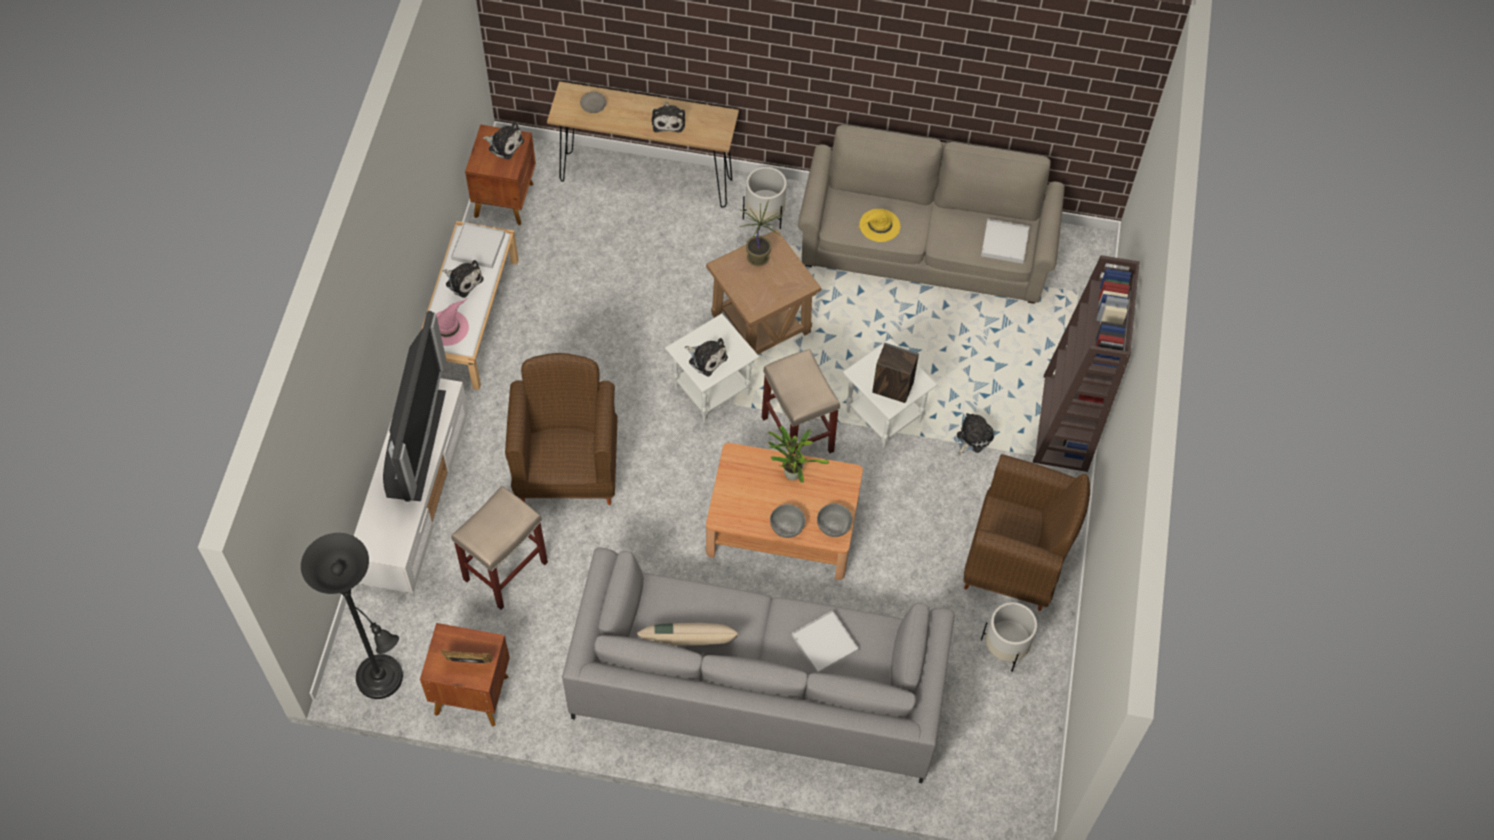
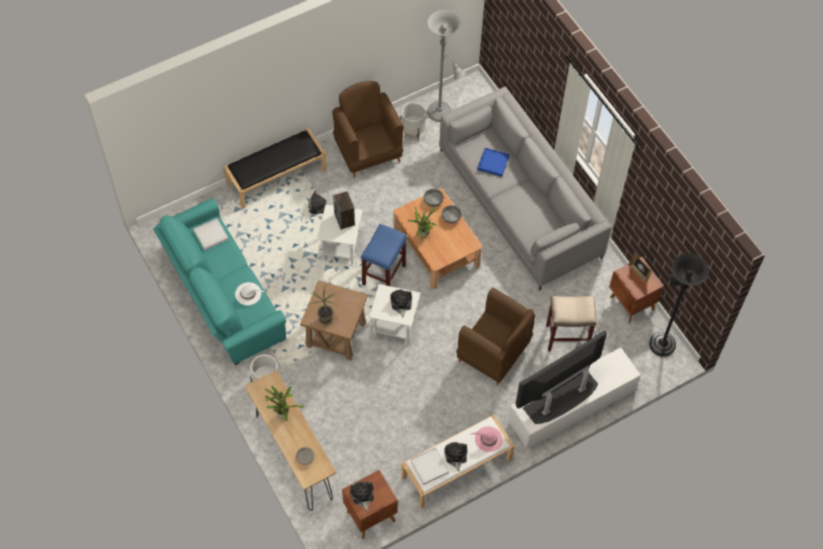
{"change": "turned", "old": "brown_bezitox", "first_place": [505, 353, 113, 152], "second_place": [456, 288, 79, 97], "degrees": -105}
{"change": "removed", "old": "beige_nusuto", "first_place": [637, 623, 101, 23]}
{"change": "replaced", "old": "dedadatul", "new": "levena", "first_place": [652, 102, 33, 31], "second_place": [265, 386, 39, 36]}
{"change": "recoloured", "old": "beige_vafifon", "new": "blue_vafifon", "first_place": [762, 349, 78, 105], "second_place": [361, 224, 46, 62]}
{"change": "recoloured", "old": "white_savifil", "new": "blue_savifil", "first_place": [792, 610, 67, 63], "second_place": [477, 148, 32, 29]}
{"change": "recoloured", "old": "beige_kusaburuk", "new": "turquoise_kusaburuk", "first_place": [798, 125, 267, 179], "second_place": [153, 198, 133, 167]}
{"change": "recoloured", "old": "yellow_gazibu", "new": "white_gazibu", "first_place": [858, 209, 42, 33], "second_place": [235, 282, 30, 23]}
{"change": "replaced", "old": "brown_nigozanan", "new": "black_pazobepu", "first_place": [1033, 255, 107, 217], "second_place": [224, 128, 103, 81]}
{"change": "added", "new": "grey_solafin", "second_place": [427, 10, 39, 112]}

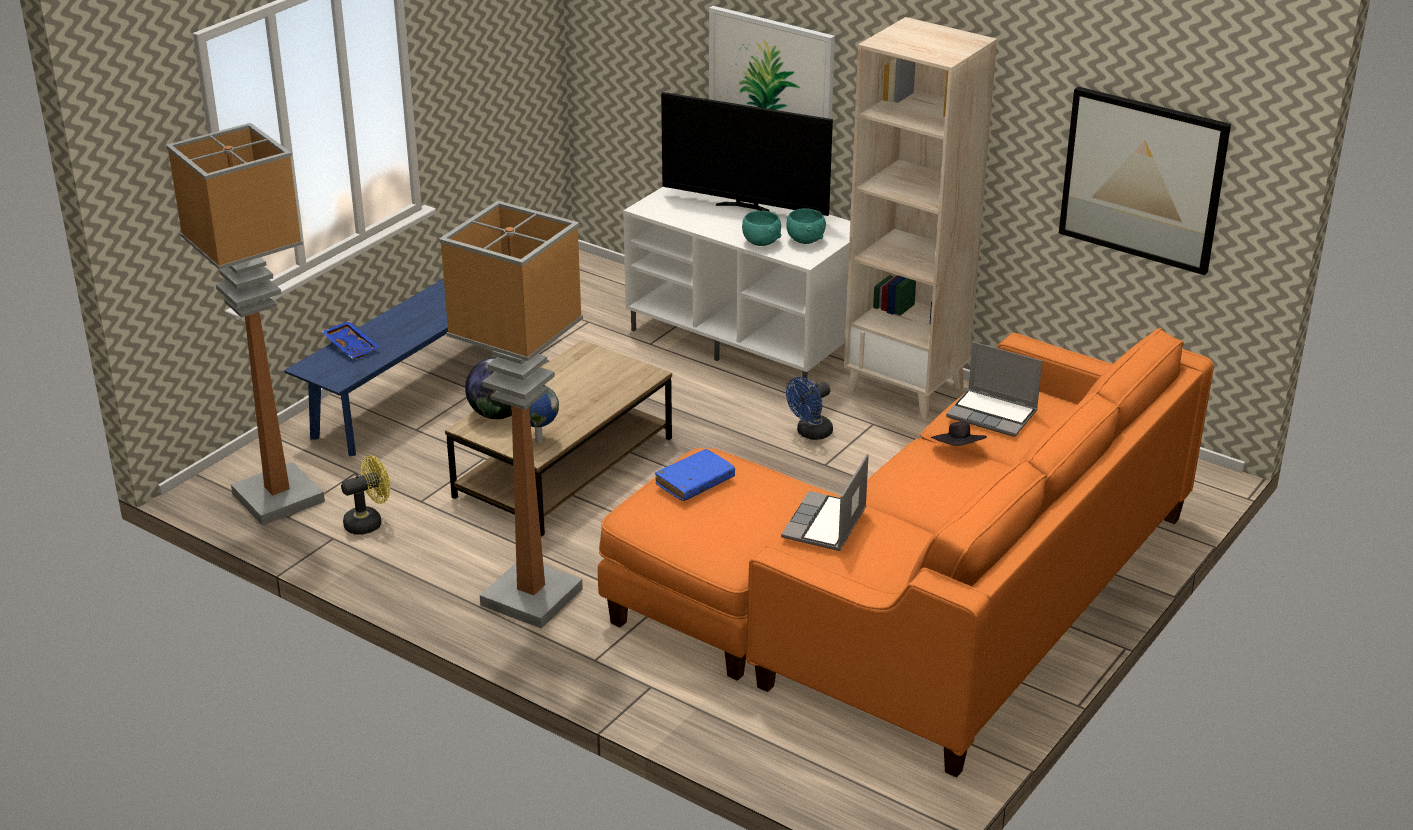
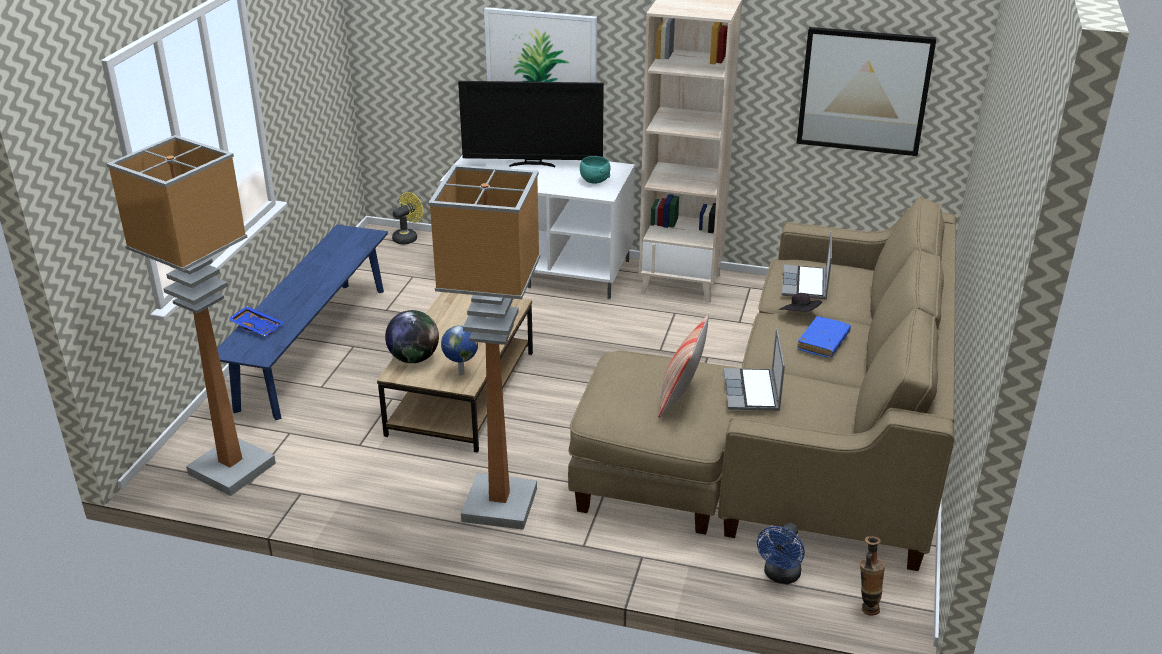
{"change": "moved", "old": "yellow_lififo", "first_place": [341, 456, 49, 79], "second_place": [392, 192, 32, 53]}
{"change": "recoloured", "old": "orange_kusaburuk", "new": "beige_kusaburuk", "first_place": [598, 328, 616, 450], "second_place": [568, 196, 389, 375]}
{"change": "moved", "old": "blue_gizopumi", "first_place": [655, 449, 80, 52], "second_place": [797, 316, 54, 42]}
{"change": "removed", "old": "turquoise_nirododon", "first_place": [742, 211, 39, 35]}
{"change": "moved", "old": "blue_lififo", "first_place": [786, 377, 47, 63], "second_place": [757, 523, 48, 61]}
{"change": "turned", "old": "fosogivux", "first_place": [946, 342, 96, 95], "second_place": [782, 231, 50, 68], "degrees": 90}
{"change": "added", "new": "nusuto", "second_place": [658, 314, 51, 104]}
{"change": "added", "new": "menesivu", "second_place": [860, 536, 25, 80]}

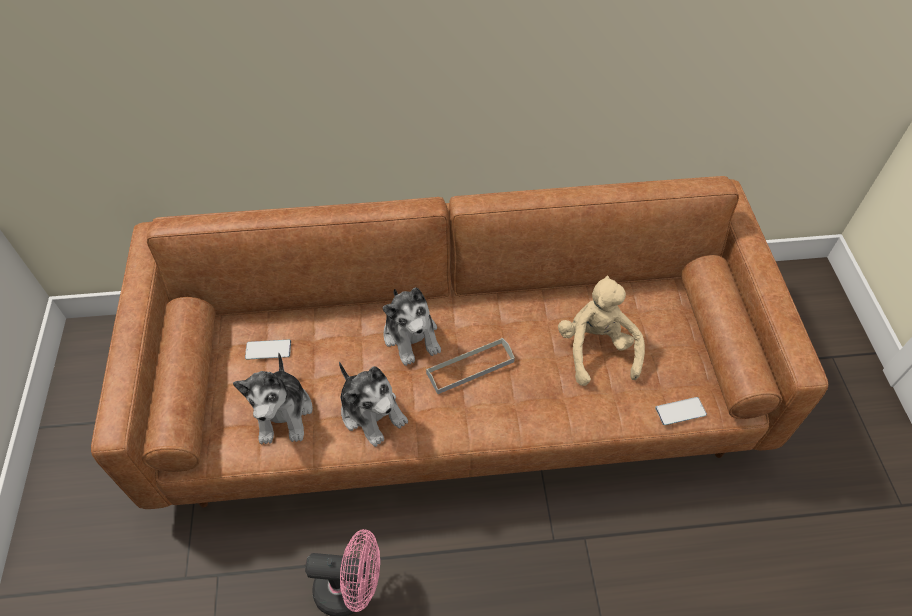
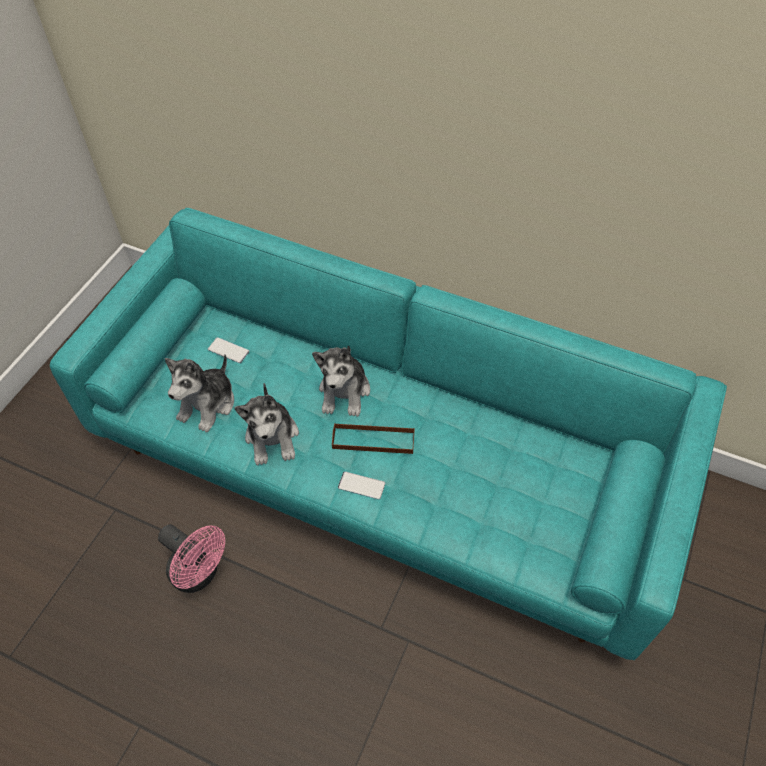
{"change": "recoloured", "old": "brown_kusaburuk", "new": "turquoise_kusaburuk", "first_place": [91, 176, 737, 333], "second_place": [50, 208, 677, 452]}
{"change": "recoloured", "old": "grey_savifil", "new": "brown_savifil", "first_place": [426, 338, 89, 56], "second_place": [332, 423, 83, 31]}
{"change": "removed", "old": "beige_dedadatul", "first_place": [558, 276, 87, 110]}
{"change": "moved", "old": "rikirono", "first_place": [655, 397, 52, 28], "second_place": [338, 471, 47, 28]}

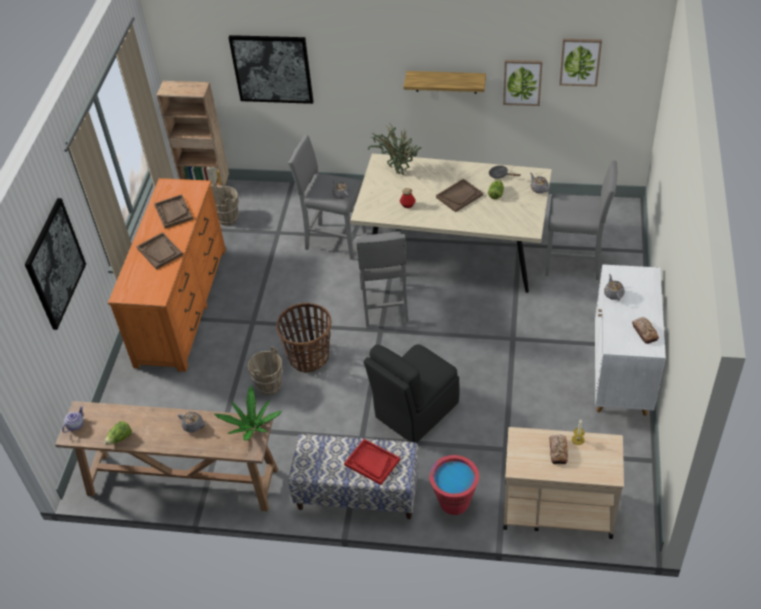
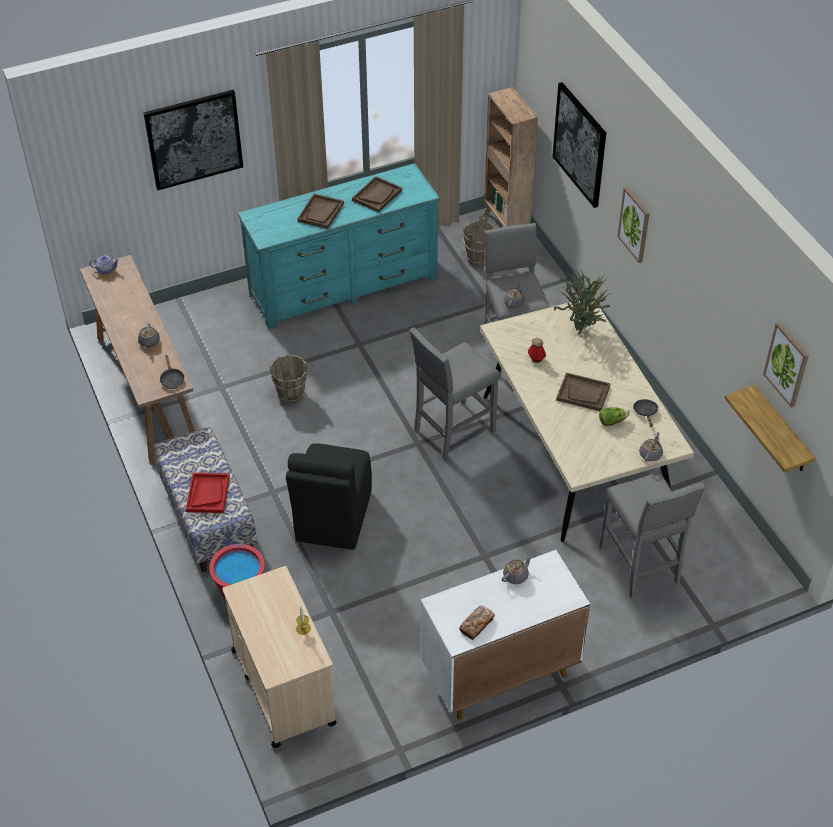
{"change": "removed", "old": "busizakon", "first_place": [104, 421, 28, 24]}
{"change": "recoloured", "old": "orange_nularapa", "new": "turquoise_nularapa", "first_place": [108, 178, 118, 194], "second_place": [237, 163, 203, 166]}
{"change": "replaced", "old": "levena", "new": "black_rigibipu", "first_place": [215, 385, 67, 56], "second_place": [160, 355, 24, 34]}
{"change": "removed", "old": "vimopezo", "first_place": [276, 303, 55, 70]}
{"change": "turned", "old": "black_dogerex", "first_place": [364, 344, 96, 99], "second_place": [286, 443, 86, 107], "degrees": -90}
{"change": "moved", "old": "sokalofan", "first_place": [403, 71, 83, 23], "second_place": [725, 385, 91, 87]}
{"change": "moved", "old": "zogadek", "first_place": [503, 60, 40, 46], "second_place": [617, 187, 33, 76]}
{"change": "removed", "old": "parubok", "first_place": [549, 435, 19, 29]}

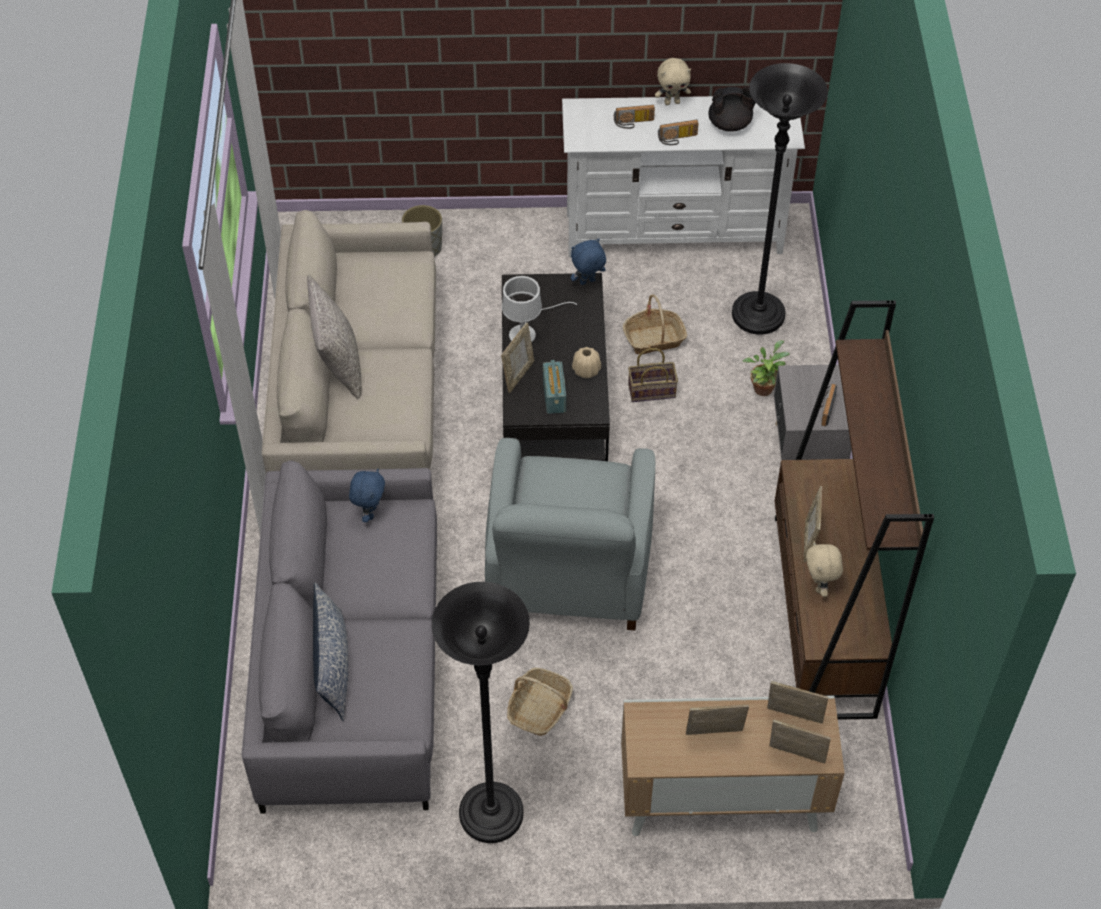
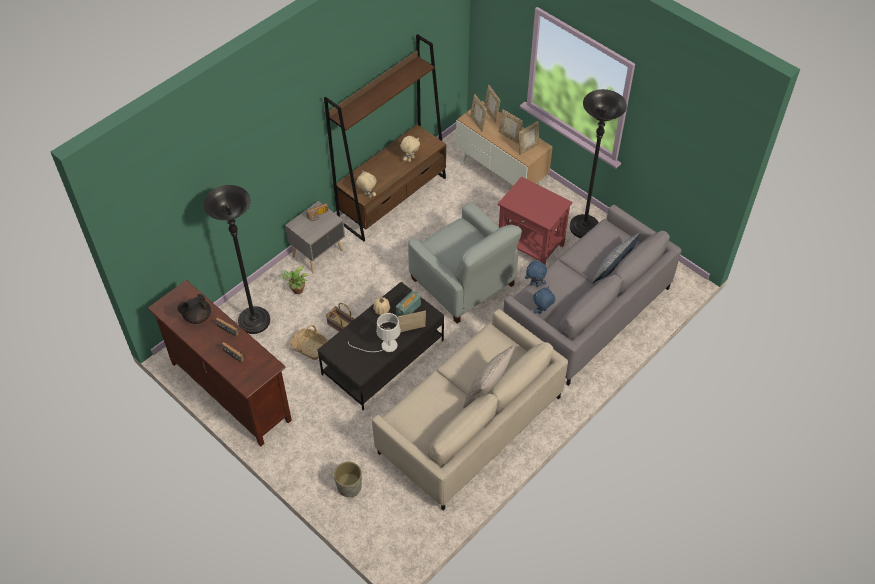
{"change": "turned", "old": "grey_bezitox", "first_place": [485, 438, 170, 192], "second_place": [408, 203, 114, 120], "degrees": 90}
{"change": "replaced", "old": "vimopezo", "new": "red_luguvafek", "first_place": [507, 668, 66, 68], "second_place": [498, 177, 74, 88]}
{"change": "recoloured", "old": "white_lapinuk", "new": "brown_lapinuk", "first_place": [562, 96, 243, 161], "second_place": [147, 280, 145, 166]}
{"change": "moved", "old": "blue_dedadatul", "first_place": [571, 238, 35, 47], "second_place": [525, 261, 22, 26]}
{"change": "moved", "old": "beige_dedadatul", "first_place": [655, 58, 36, 47], "second_place": [356, 171, 21, 27]}
{"change": "turned", "old": "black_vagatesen", "first_place": [709, 87, 46, 45], "second_place": [177, 294, 34, 30], "degrees": -75}
{"change": "moved", "old": "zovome", "first_place": [803, 486, 19, 77], "second_place": [519, 121, 20, 34]}

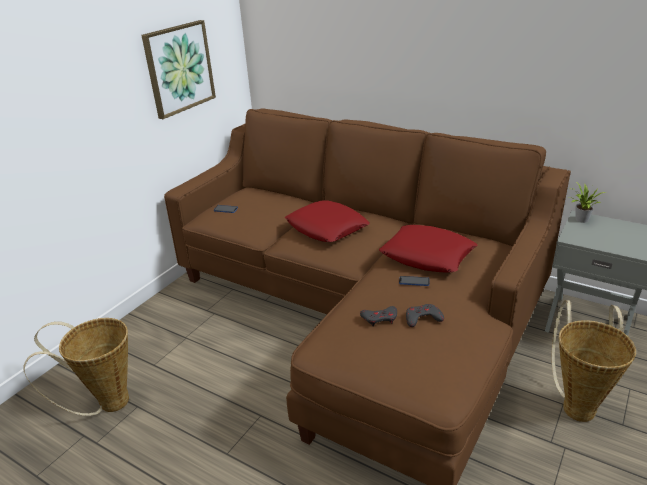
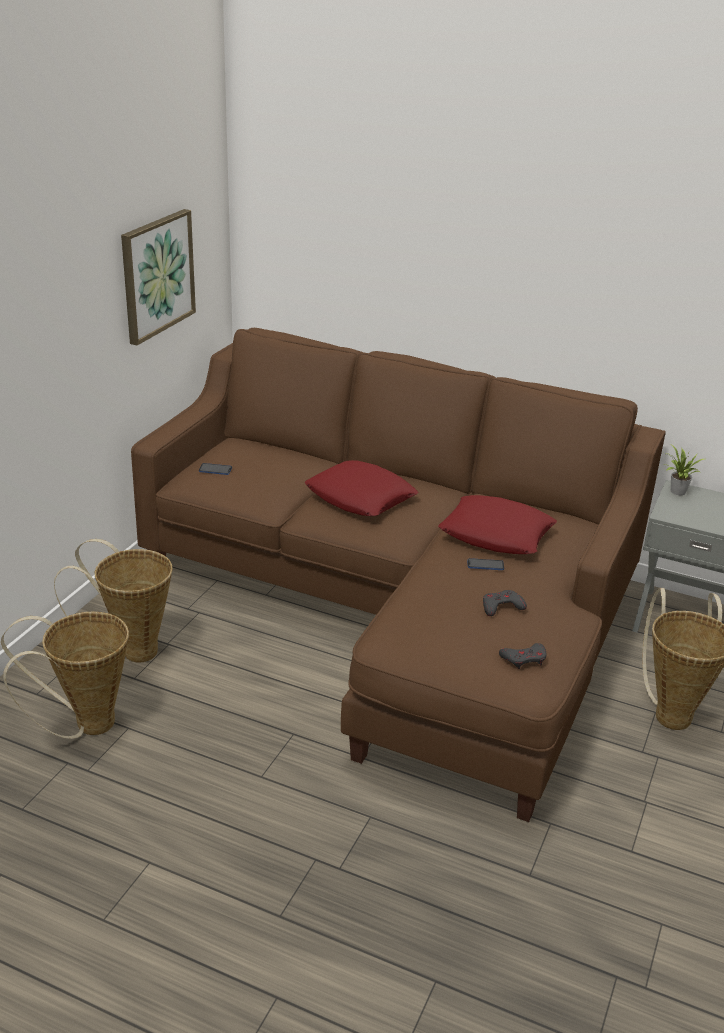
{"change": "moved", "old": "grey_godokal", "first_place": [360, 306, 37, 21], "second_place": [499, 643, 47, 26]}
{"change": "added", "new": "vimopezo", "second_place": [54, 539, 119, 123]}

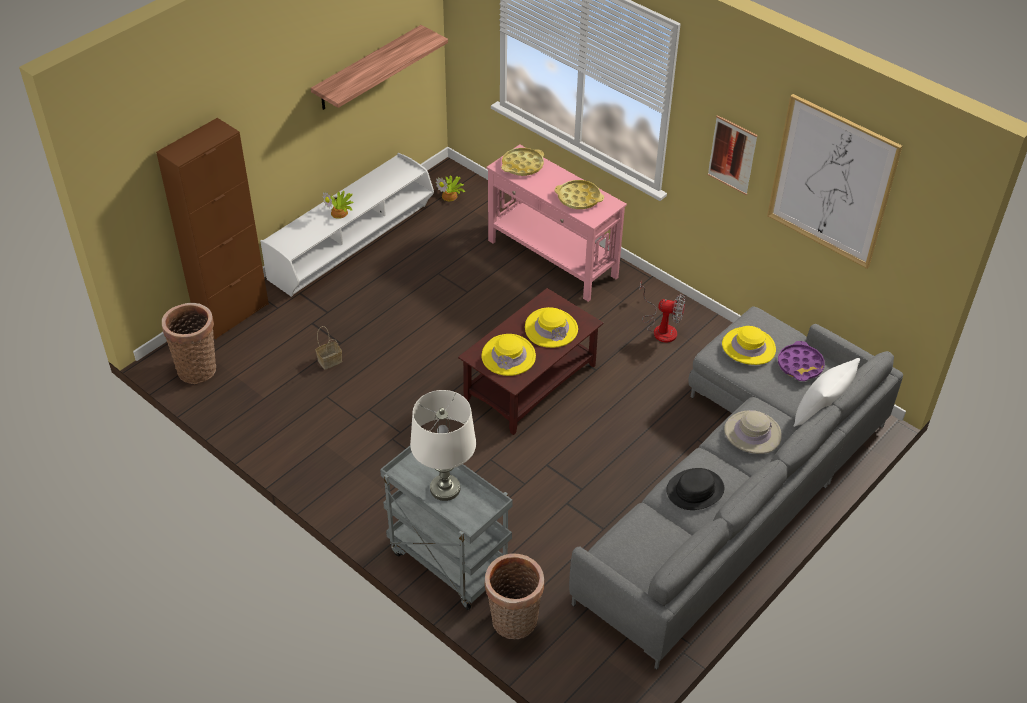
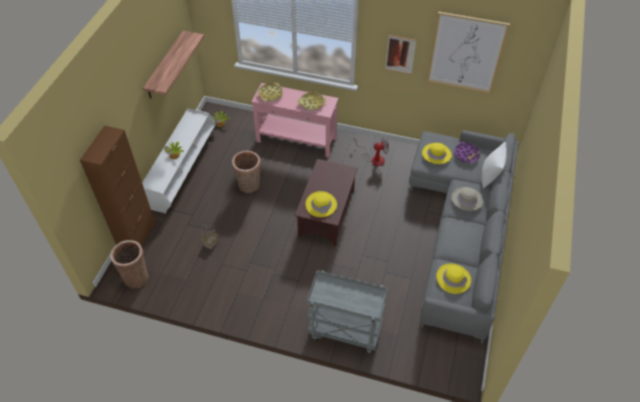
{"change": "removed", "old": "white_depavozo", "first_place": [410, 390, 66, 111]}
{"change": "moved", "old": "vimopezo", "first_place": [484, 553, 60, 86], "second_place": [232, 151, 29, 42]}
{"change": "moved", "old": "yellow_gazibu", "first_place": [525, 307, 53, 41], "second_place": [436, 263, 35, 31]}
{"change": "removed", "old": "black_gazibu", "first_place": [666, 468, 58, 42]}

